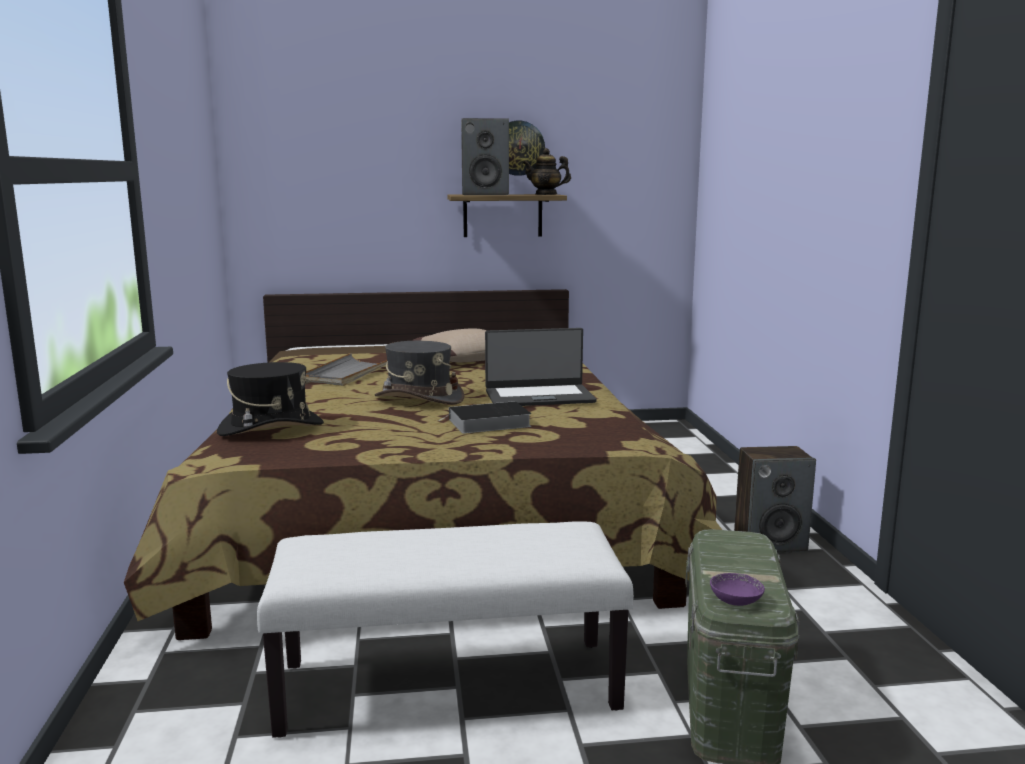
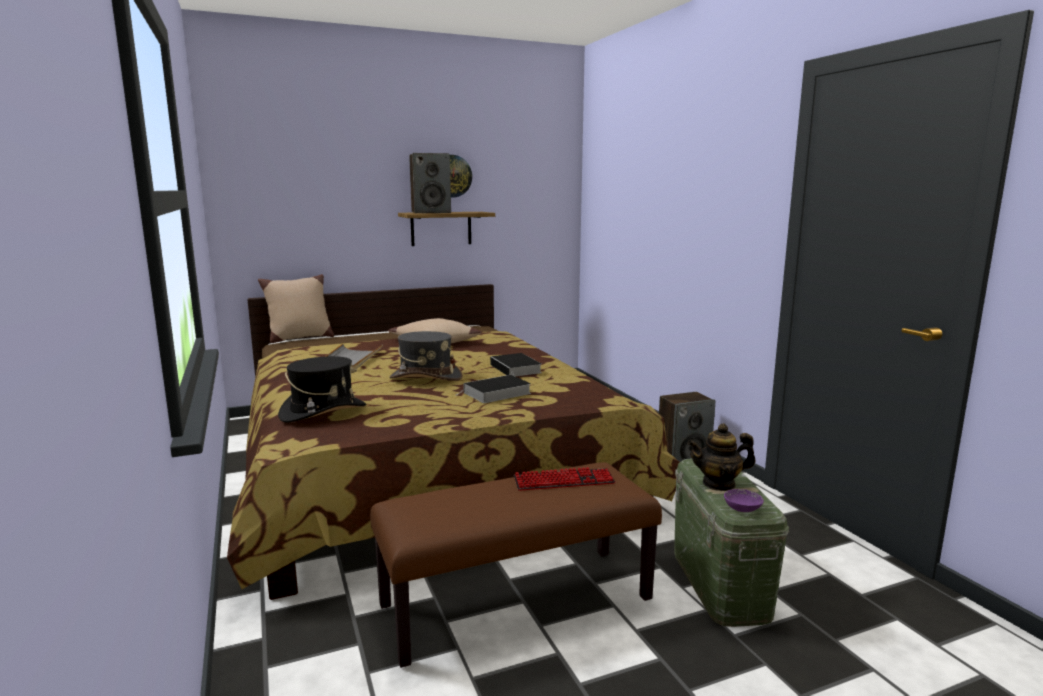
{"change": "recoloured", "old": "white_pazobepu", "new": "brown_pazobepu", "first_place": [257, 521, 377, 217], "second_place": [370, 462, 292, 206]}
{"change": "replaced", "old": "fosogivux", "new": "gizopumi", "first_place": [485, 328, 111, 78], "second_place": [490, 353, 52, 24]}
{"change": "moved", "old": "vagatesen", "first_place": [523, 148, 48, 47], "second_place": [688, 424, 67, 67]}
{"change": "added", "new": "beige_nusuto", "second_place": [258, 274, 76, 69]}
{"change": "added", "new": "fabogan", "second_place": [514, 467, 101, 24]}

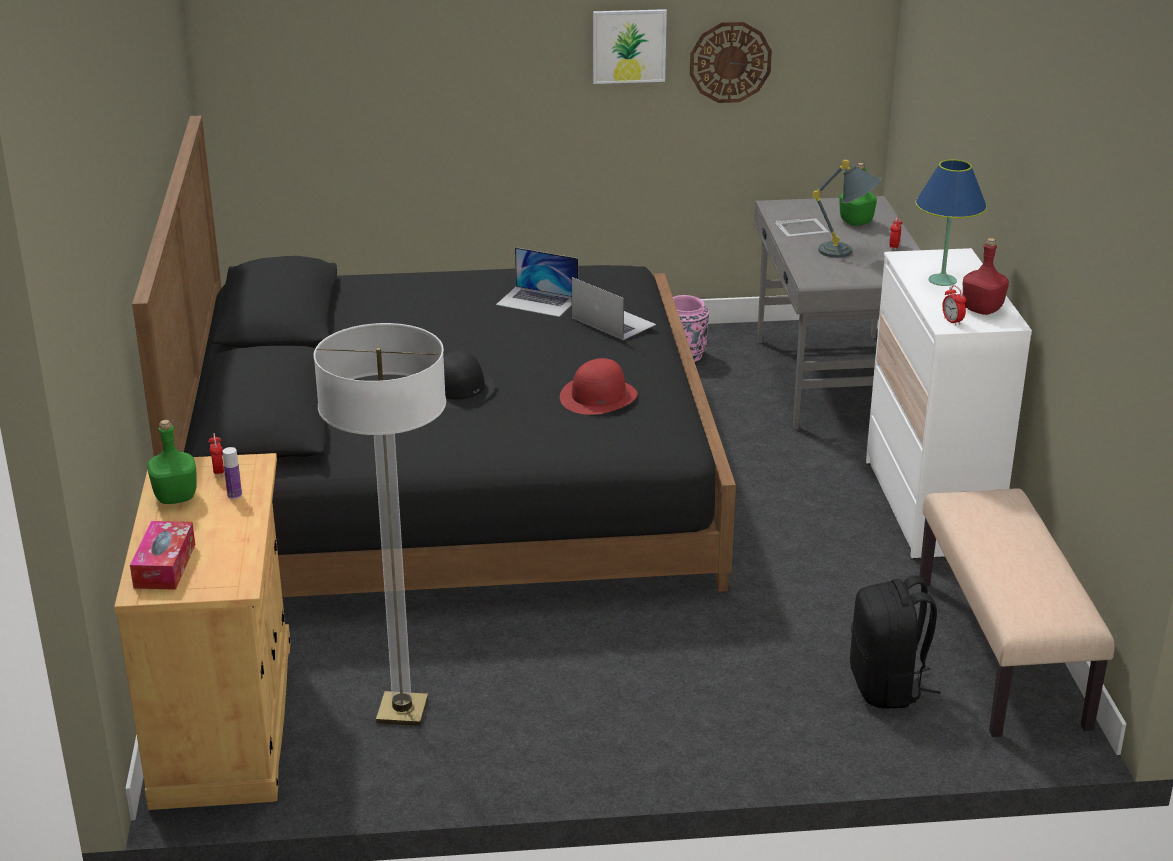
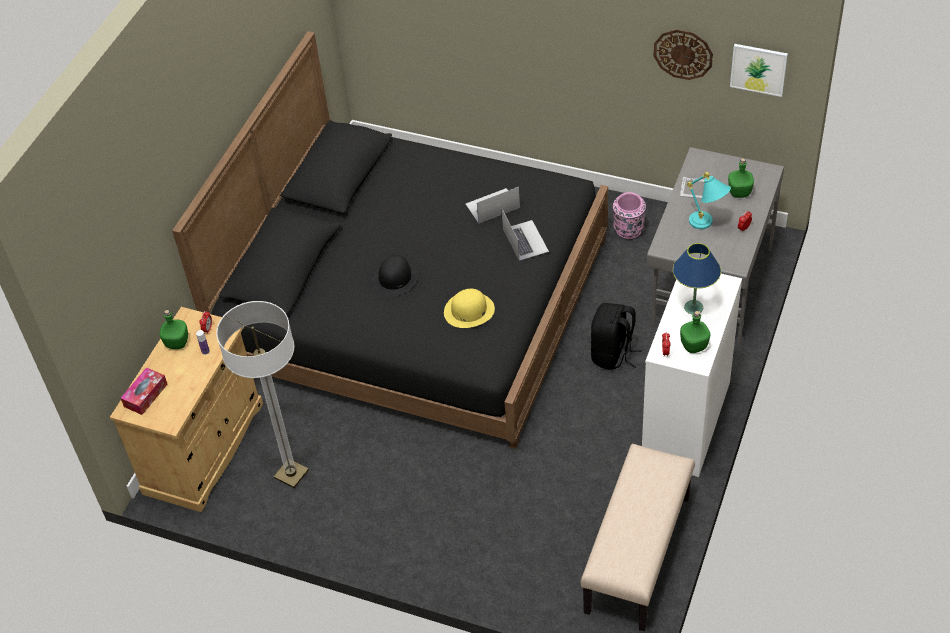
{"change": "turned", "old": "fosogivux", "first_place": [496, 247, 82, 70], "second_place": [466, 187, 54, 37], "degrees": 105}
{"change": "recoloured", "old": "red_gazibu", "new": "yellow_gazibu", "first_place": [560, 358, 78, 57], "second_place": [444, 289, 51, 39]}
{"change": "moved", "old": "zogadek", "first_place": [593, 9, 74, 75], "second_place": [730, 44, 58, 53]}
{"change": "recoloured", "old": "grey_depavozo", "new": "turquoise_depavozo", "first_place": [812, 160, 70, 98], "second_place": [687, 172, 44, 57]}
{"change": "moved", "old": "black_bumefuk", "first_place": [850, 575, 91, 134], "second_place": [591, 303, 51, 67]}
{"change": "recoloured", "old": "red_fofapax", "new": "green_fofapax", "first_place": [963, 238, 46, 77], "second_place": [680, 311, 30, 42]}

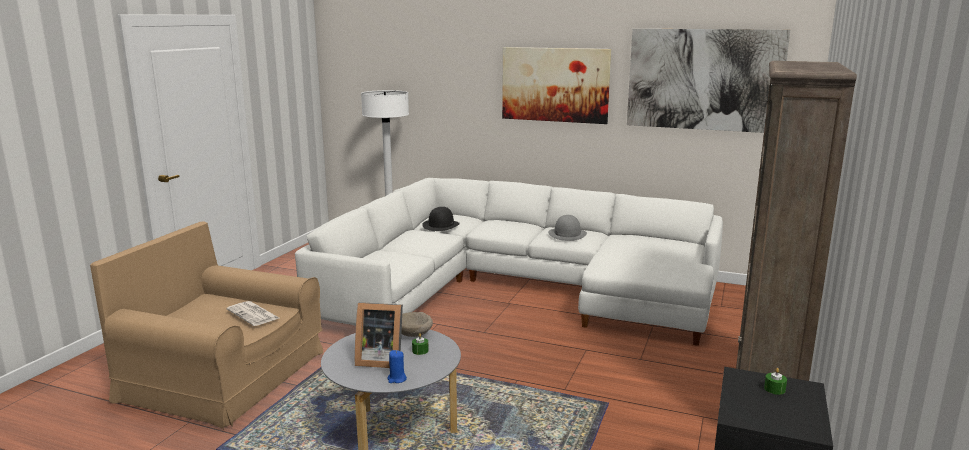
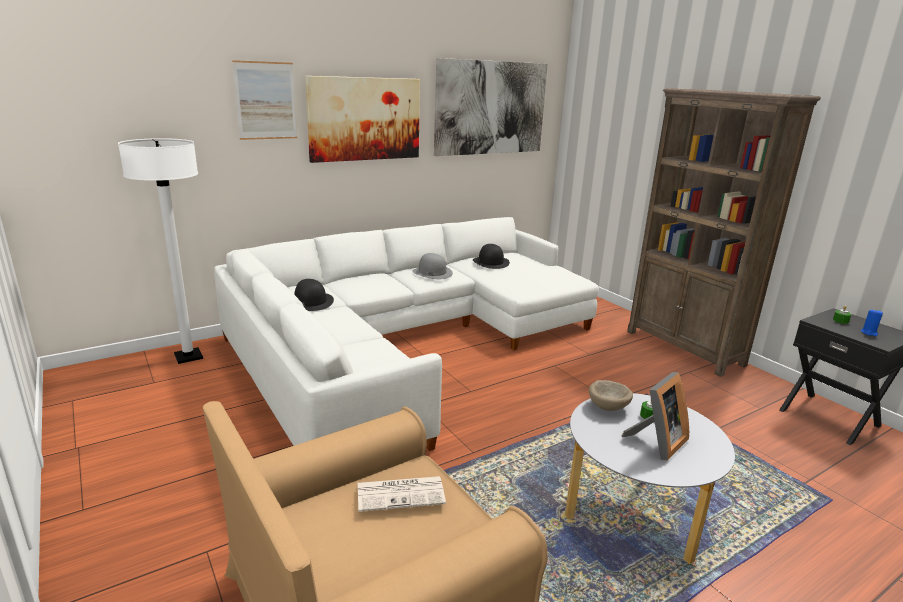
{"change": "moved", "old": "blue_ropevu", "first_place": [387, 350, 20, 33], "second_place": [861, 310, 22, 26]}
{"change": "added", "new": "zogadek", "second_place": [232, 60, 65, 80]}
{"change": "added", "new": "black_gazibu", "second_place": [473, 244, 37, 25]}

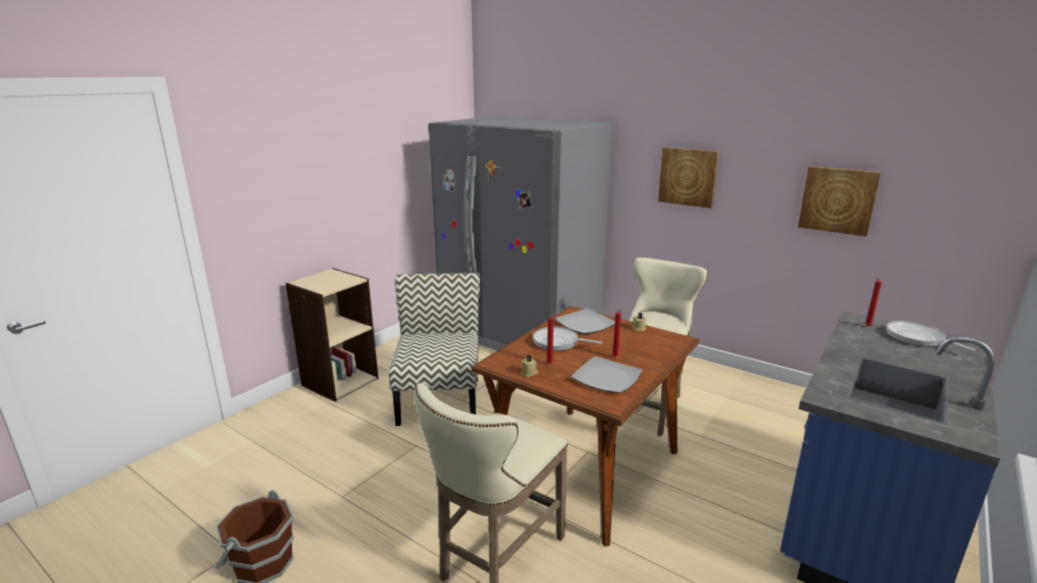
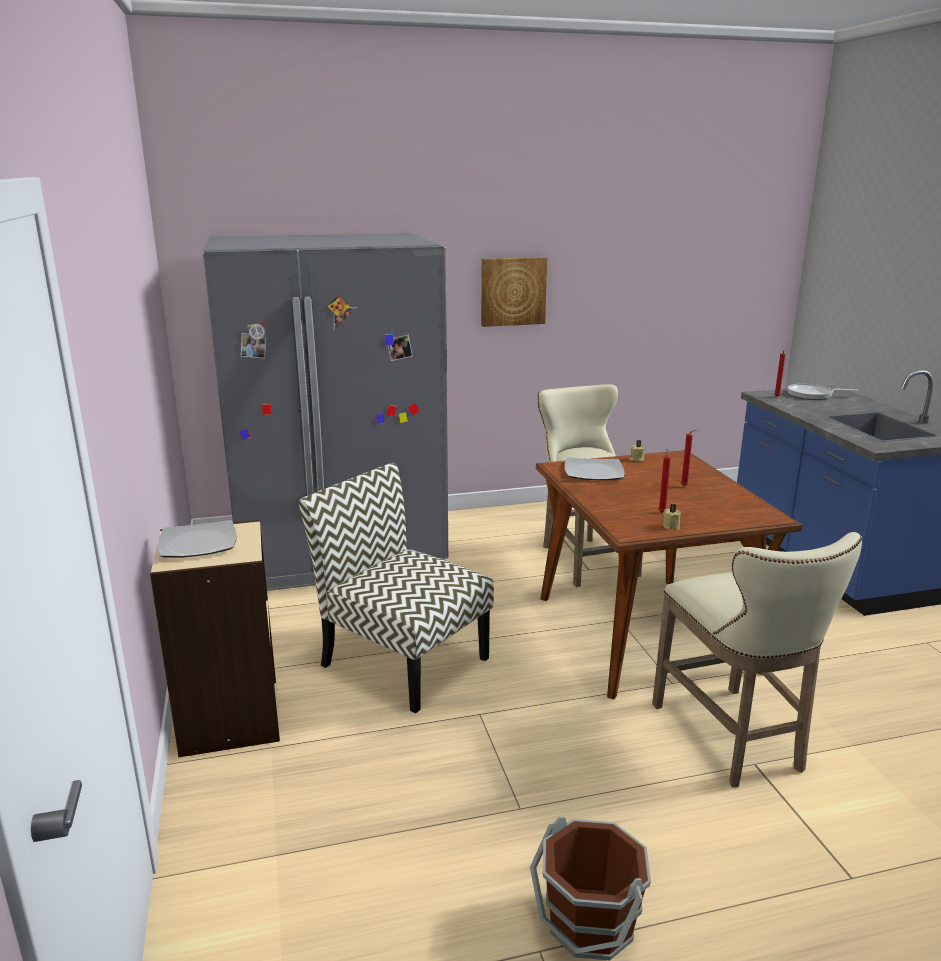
{"change": "removed", "old": "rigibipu", "first_place": [533, 327, 70, 24]}
{"change": "moved", "old": "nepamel", "first_place": [571, 356, 71, 37], "second_place": [158, 520, 78, 37]}
{"change": "removed", "old": "zogadek", "first_place": [798, 166, 83, 71]}

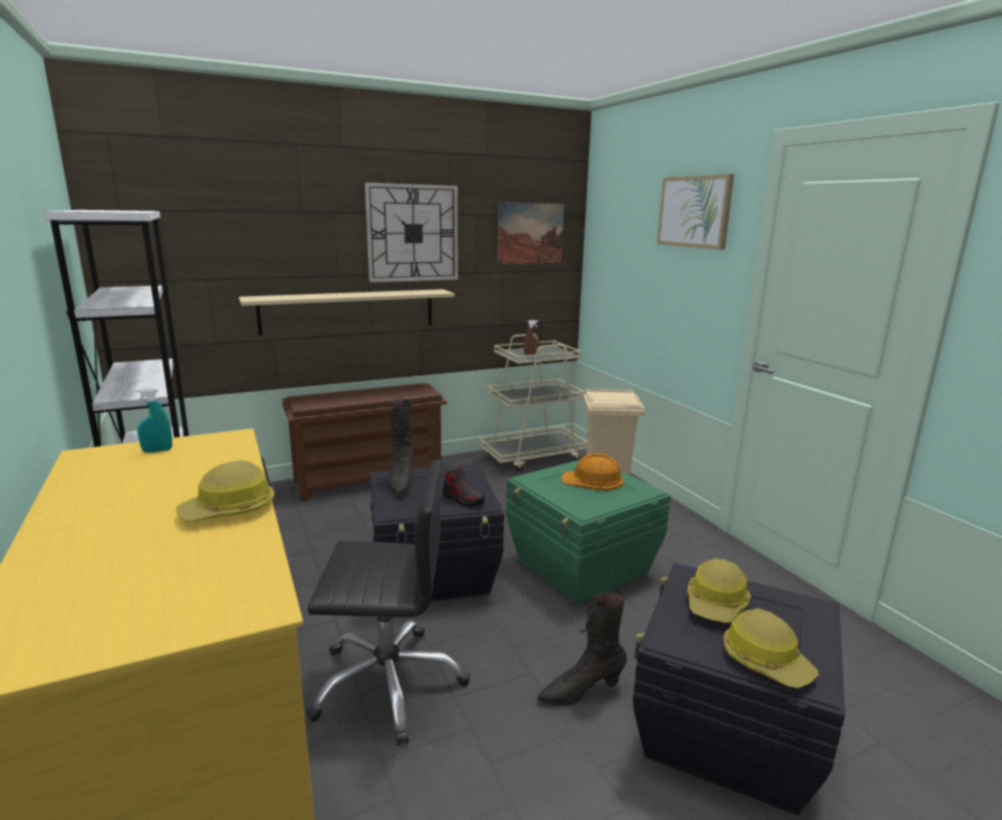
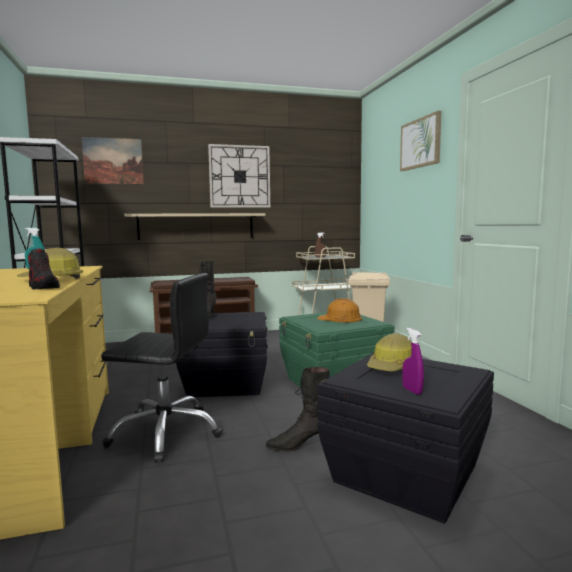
{"change": "moved", "old": "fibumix", "first_place": [442, 466, 43, 41], "second_place": [28, 249, 32, 40]}
{"change": "moved", "old": "zogadek", "first_place": [497, 202, 67, 62], "second_place": [82, 137, 62, 47]}
{"change": "replaced", "old": "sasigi", "new": "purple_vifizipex", "first_place": [723, 608, 96, 80], "second_place": [403, 328, 21, 67]}

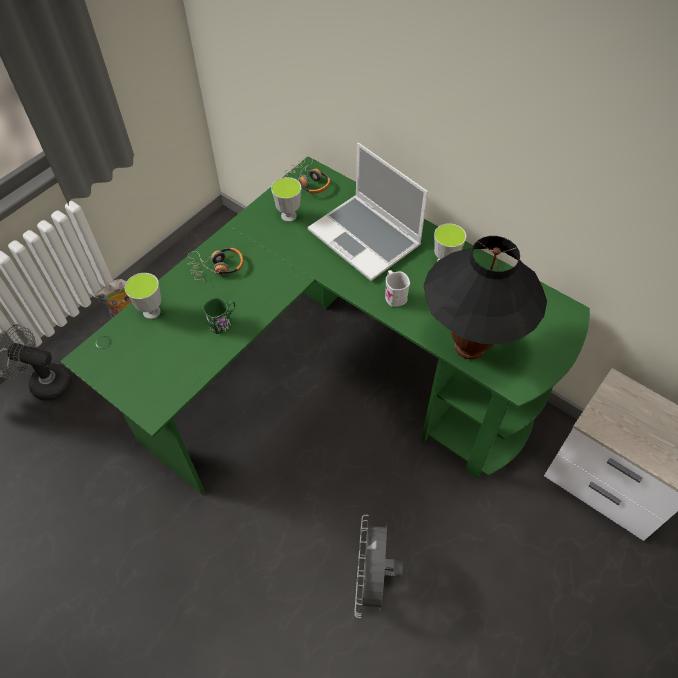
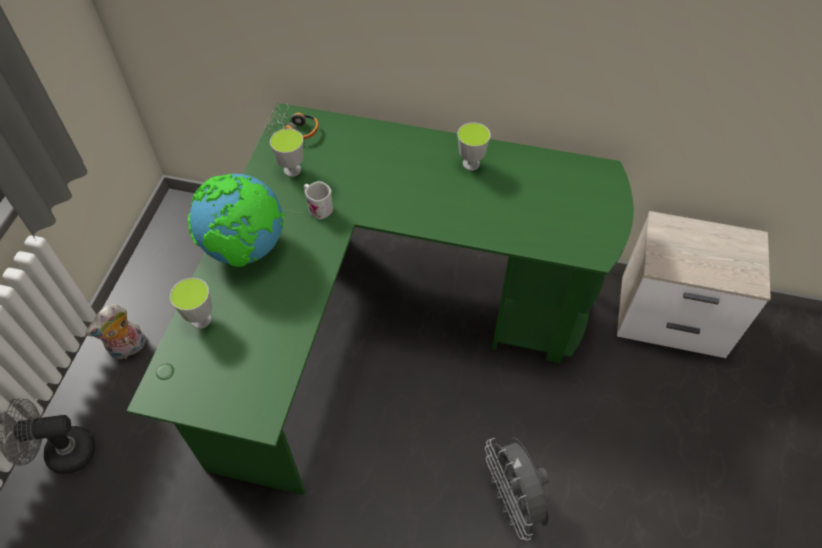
{"change": "replaced", "old": "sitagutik", "new": "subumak", "first_place": [188, 248, 55, 36], "second_place": [188, 174, 97, 93]}
{"change": "removed", "old": "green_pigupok", "first_place": [203, 297, 32, 37]}
{"change": "removed", "old": "fosogivux", "first_place": [308, 142, 120, 139]}
{"change": "moved", "old": "white_pigupok", "first_place": [385, 270, 25, 37], "second_place": [304, 181, 29, 38]}
{"change": "removed", "old": "black_depavozo", "first_place": [424, 236, 123, 124]}

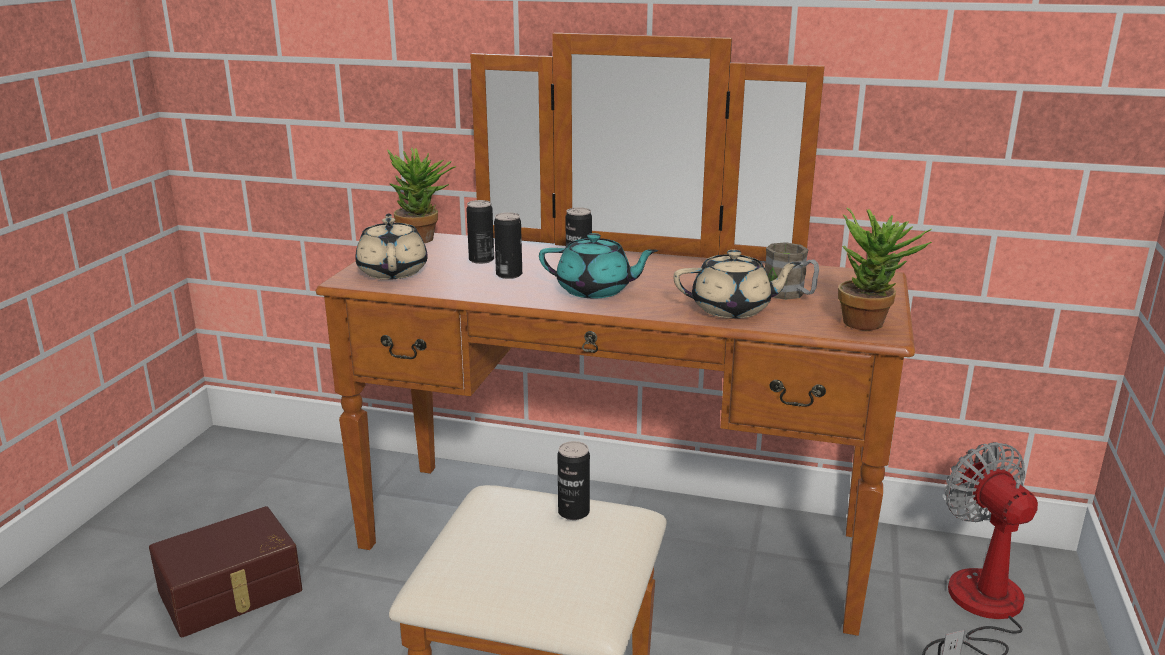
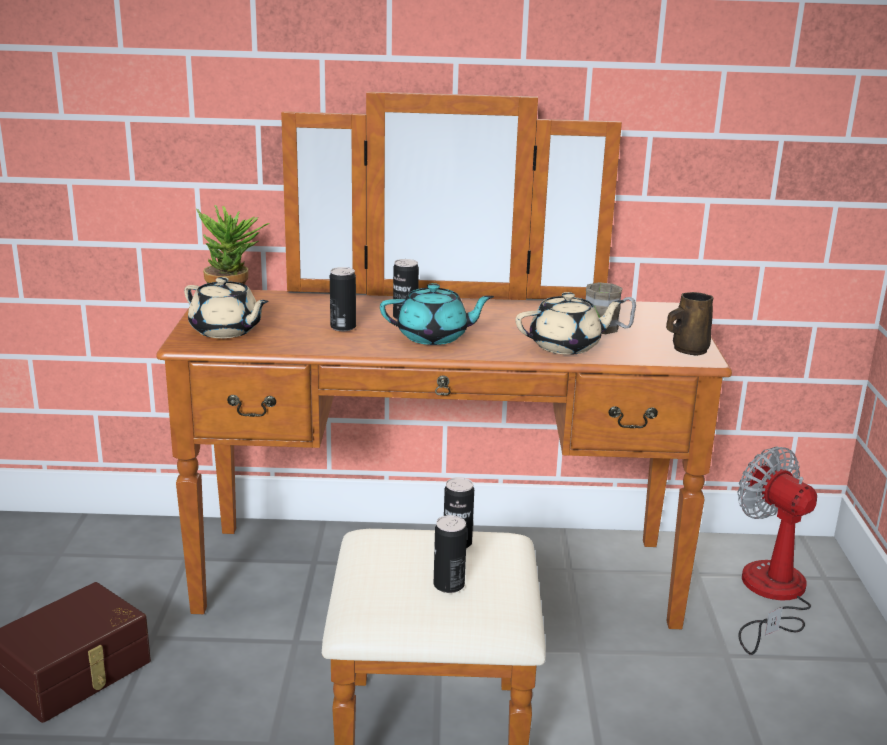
{"change": "turned", "old": "beige_vagatesen", "first_place": [355, 214, 73, 66], "second_place": [184, 277, 85, 61], "degrees": 150}
{"change": "moved", "old": "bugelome", "first_place": [466, 200, 28, 64], "second_place": [434, 515, 33, 78]}
{"change": "replaced", "old": "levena", "new": "brown_pigupok", "first_place": [838, 208, 94, 122], "second_place": [666, 292, 47, 64]}

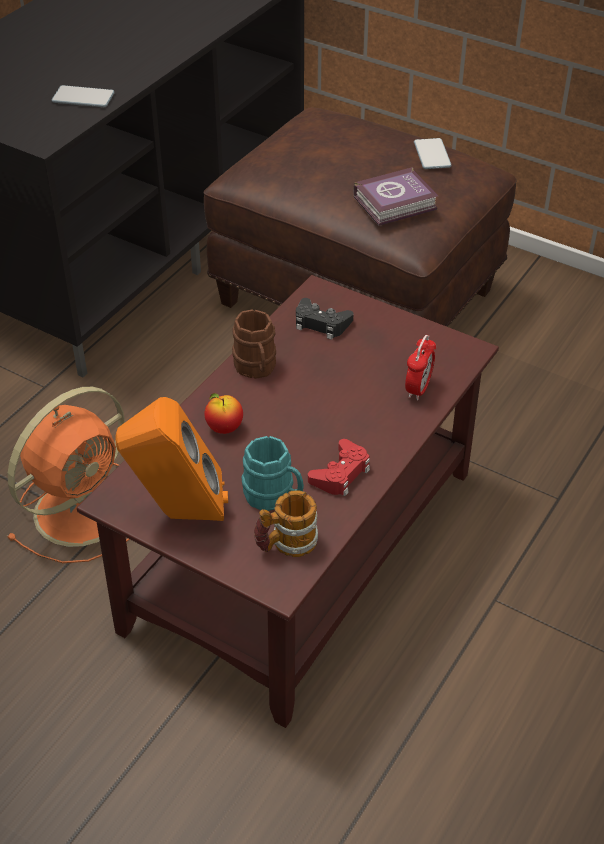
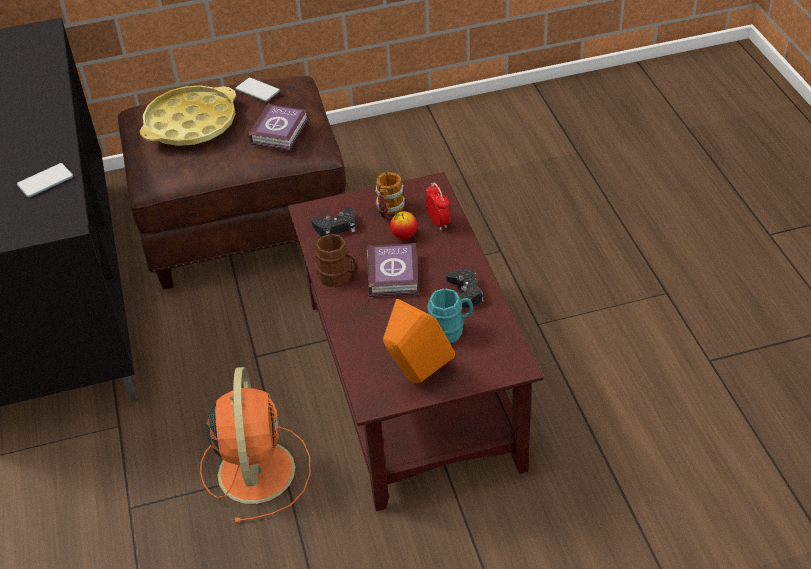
{"change": "moved", "old": "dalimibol", "first_place": [204, 393, 39, 41], "second_place": [390, 211, 27, 28]}
{"change": "moved", "old": "pigupok", "first_place": [254, 490, 64, 67], "second_place": [375, 172, 30, 47]}
{"change": "recoloured", "old": "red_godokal", "new": "black_godokal", "first_place": [308, 439, 62, 57], "second_place": [446, 268, 38, 41]}
{"change": "added", "new": "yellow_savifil", "second_place": [140, 85, 96, 61]}
{"change": "added", "new": "gizopumi", "second_place": [367, 243, 52, 54]}

